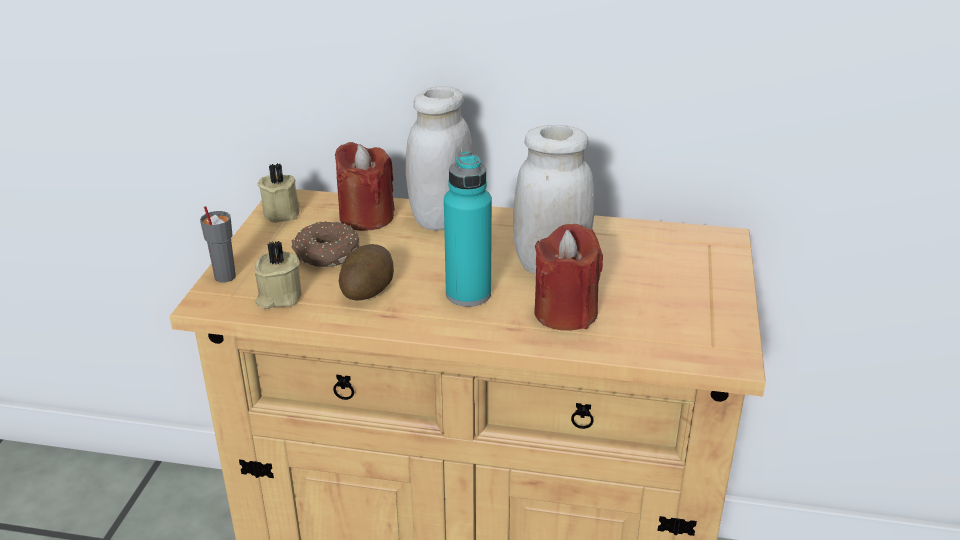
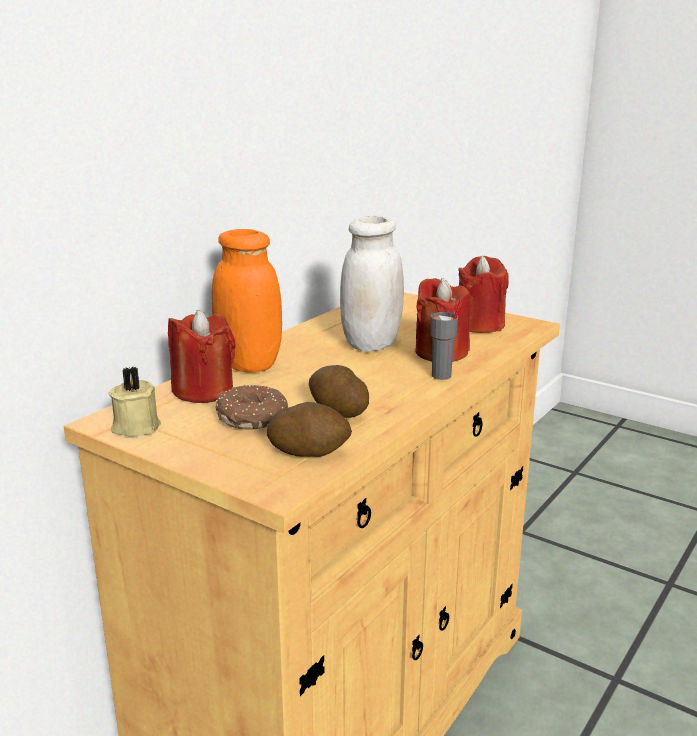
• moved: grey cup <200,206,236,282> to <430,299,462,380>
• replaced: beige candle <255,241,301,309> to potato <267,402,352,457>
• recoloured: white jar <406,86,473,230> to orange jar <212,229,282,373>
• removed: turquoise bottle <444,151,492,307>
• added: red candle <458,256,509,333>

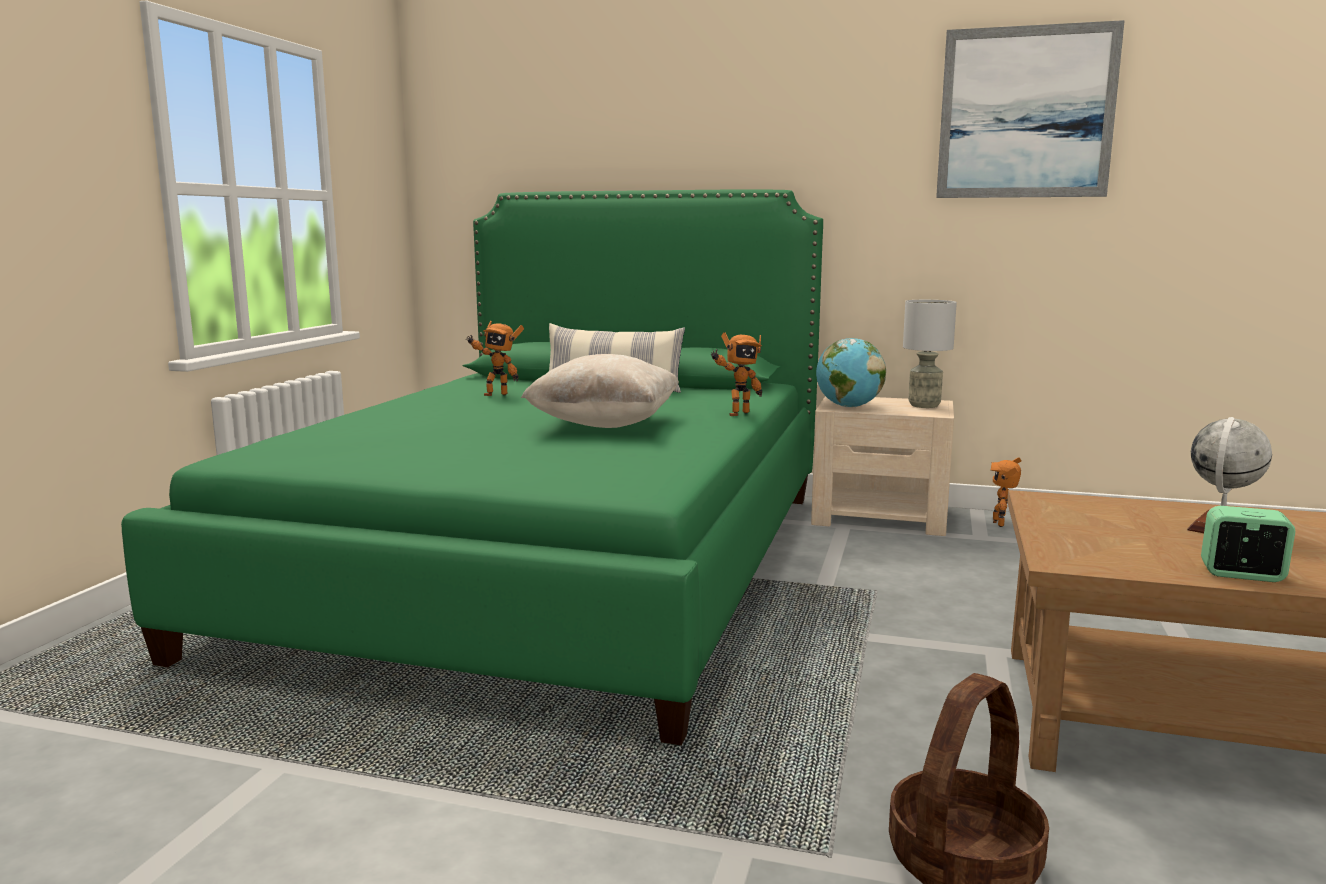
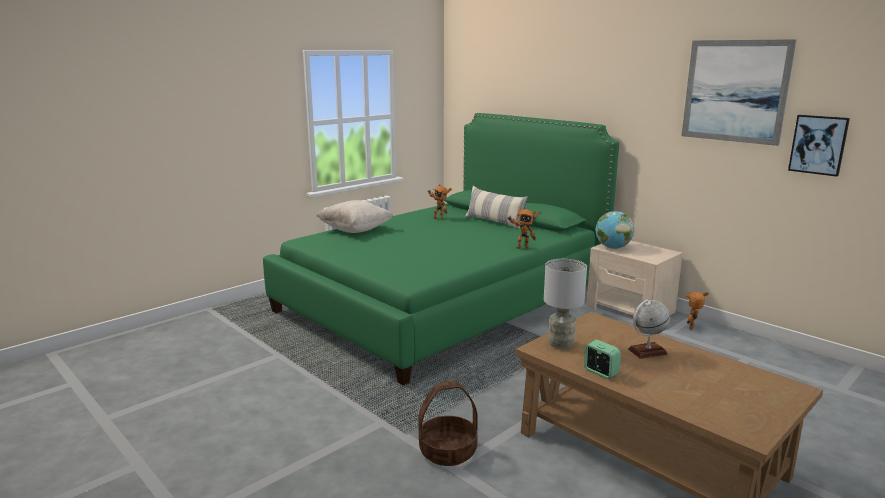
• moved: beige pillow <521,354,679,428> to <316,200,393,233>
• moved: grey table lamp <903,300,957,408> to <544,259,587,349>
• added: picture <788,115,850,177>

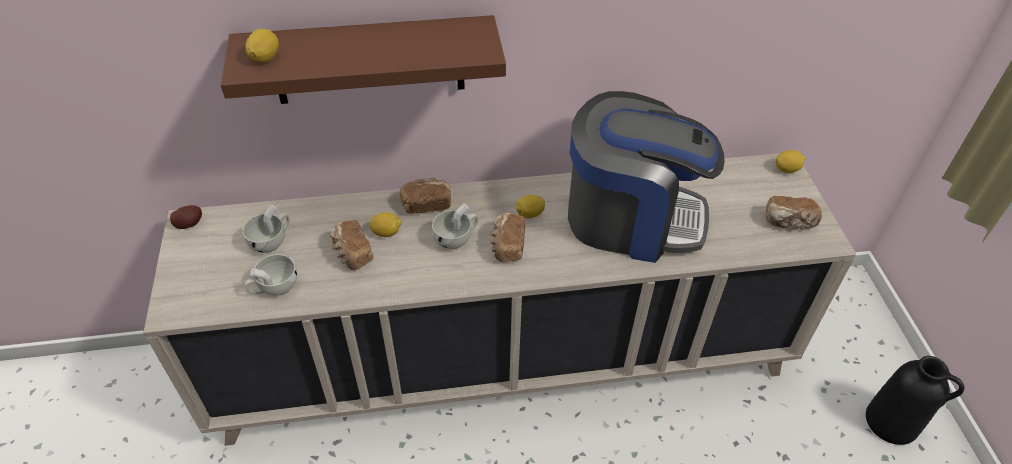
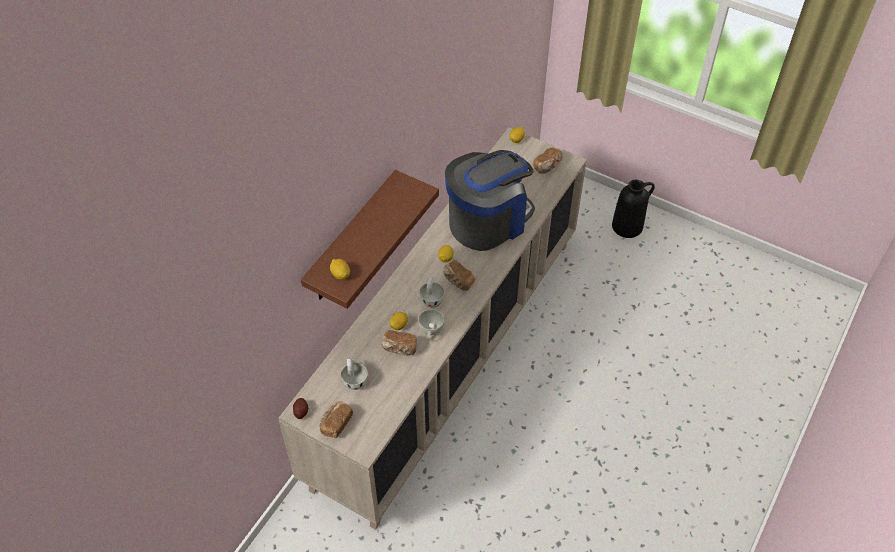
• moved: white cup <244,254,297,296> to <418,309,444,341>
• moved: bread <400,177,451,214> to <319,401,353,438>

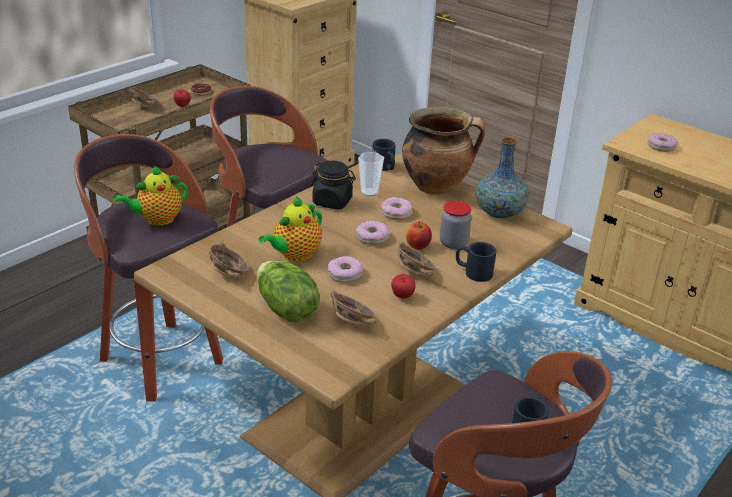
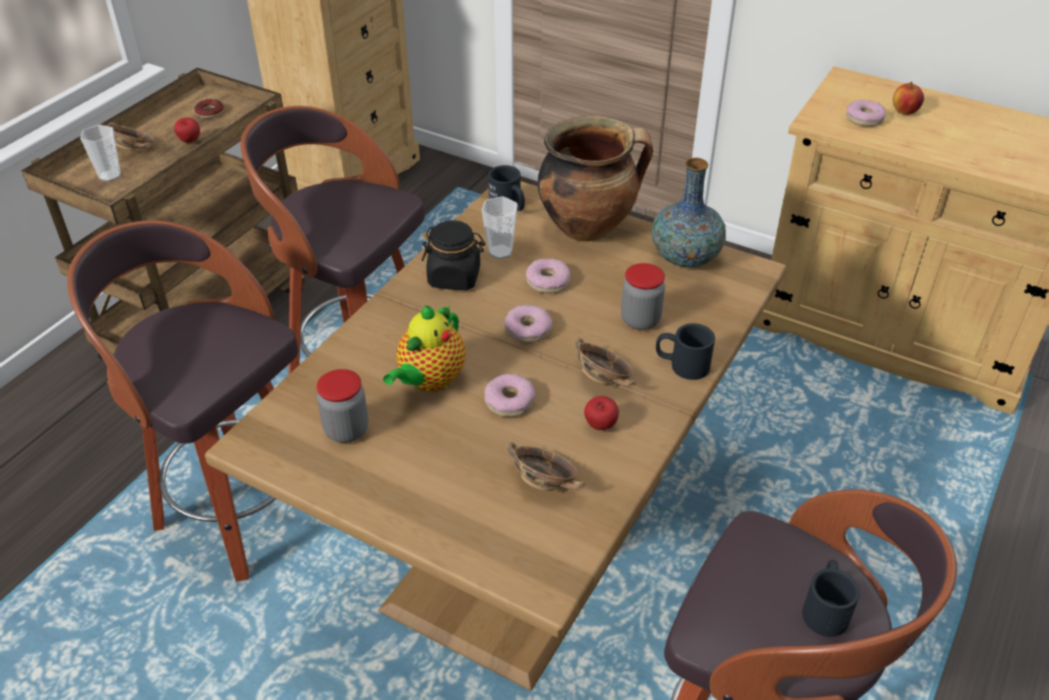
• removed: teapot <113,165,188,226>
• replaced: bowl <209,243,249,278> to jar <317,369,368,443>
• removed: lettuce <257,261,319,322>
• moved: apple <406,221,432,250> to <893,82,924,115>
• added: cup <80,125,121,182>

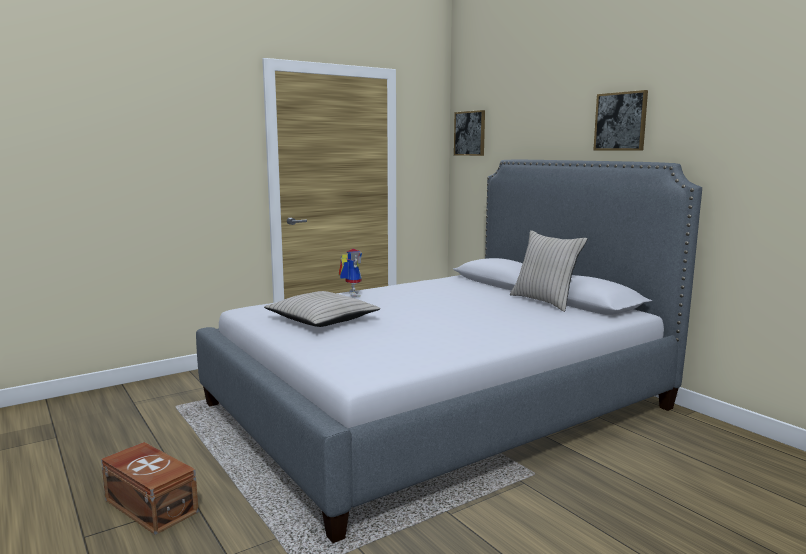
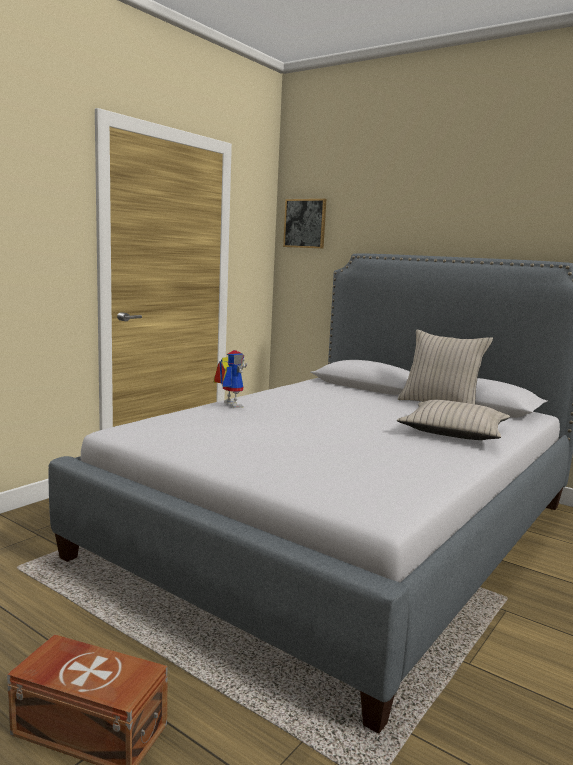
• moved: beige pillow <264,291,380,327> to <397,400,510,440>
• removed: picture <594,90,648,151>

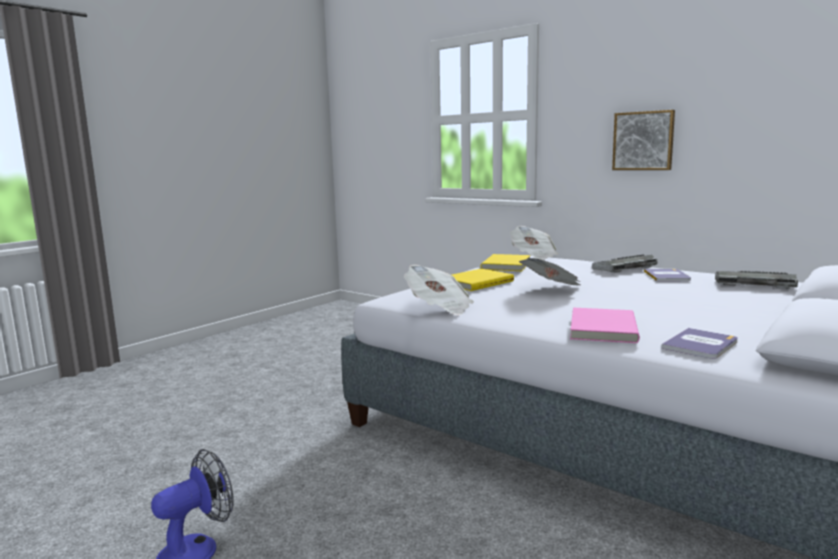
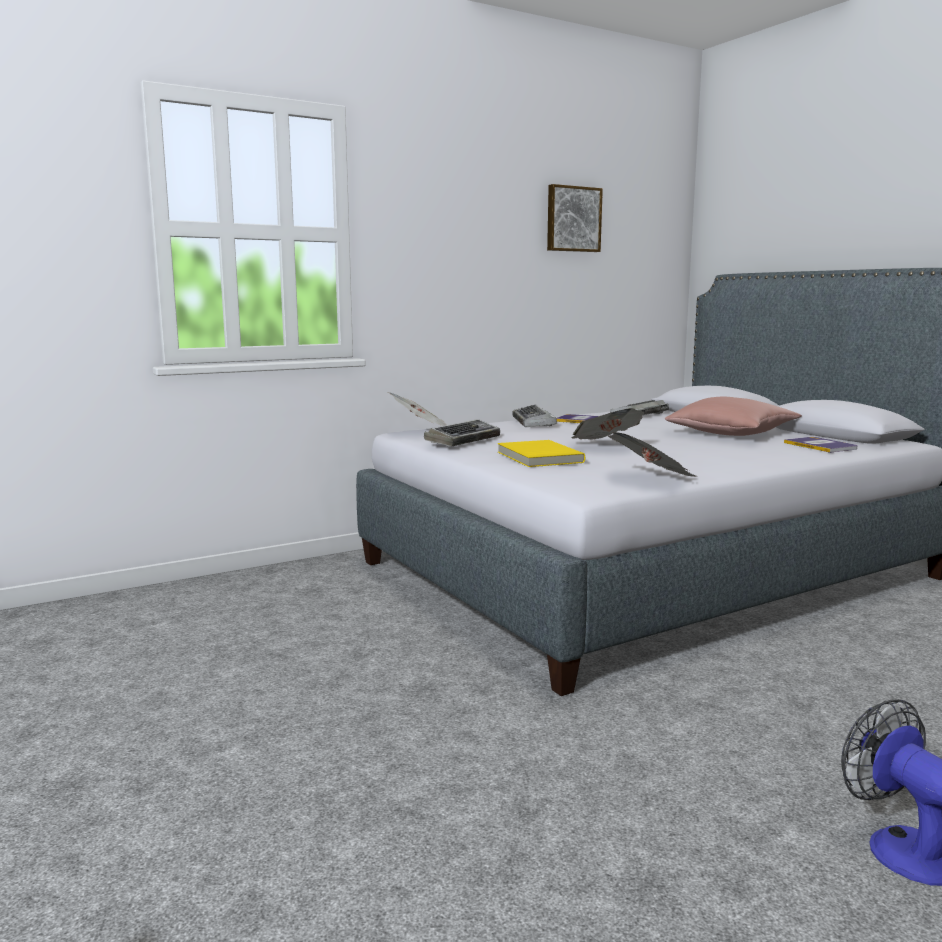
• replaced: yellow book <481,254,530,271> to keyboard <424,419,500,446>
• removed: pink book <570,308,640,343>
• moved: picture <612,110,675,170> to <547,184,603,252>
• added: pink pillow <665,397,802,436>

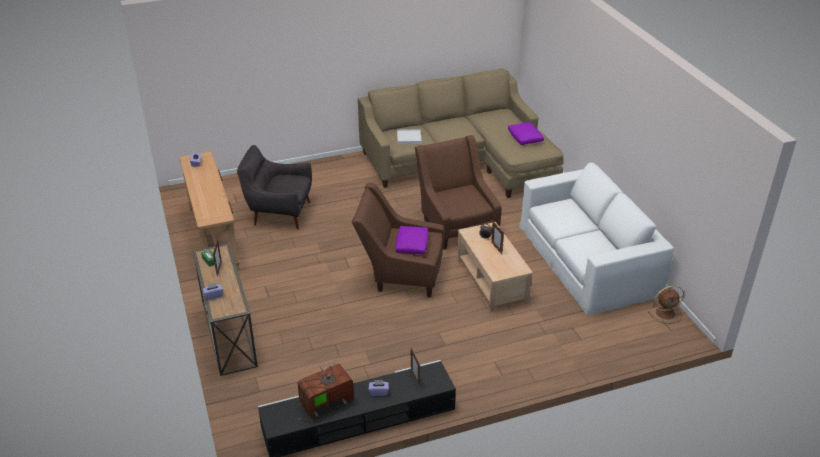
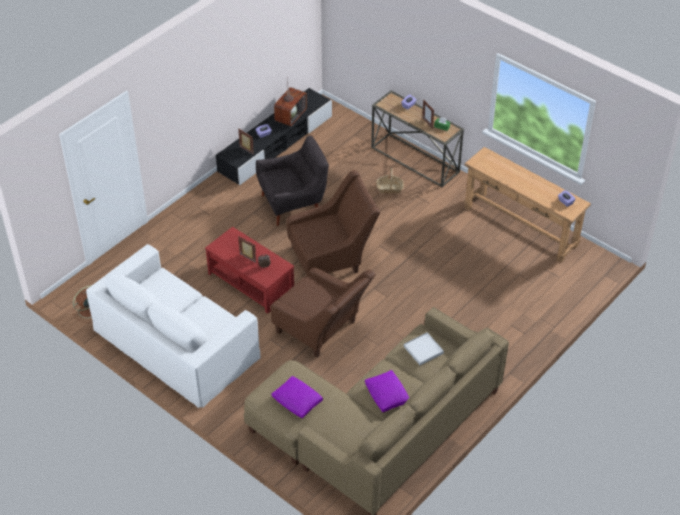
• moved: grey armchair <237,145,312,229> to <256,136,329,226>
• moved: purple pillow <396,226,428,254> to <365,370,409,412>
• recoloured: beige coffee table <457,222,533,312> to red coffee table <205,227,294,314>
• added: basket <376,168,404,194>

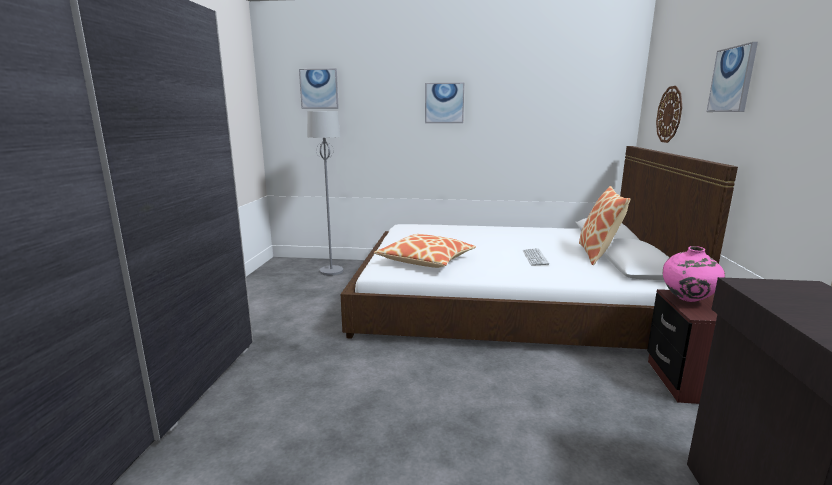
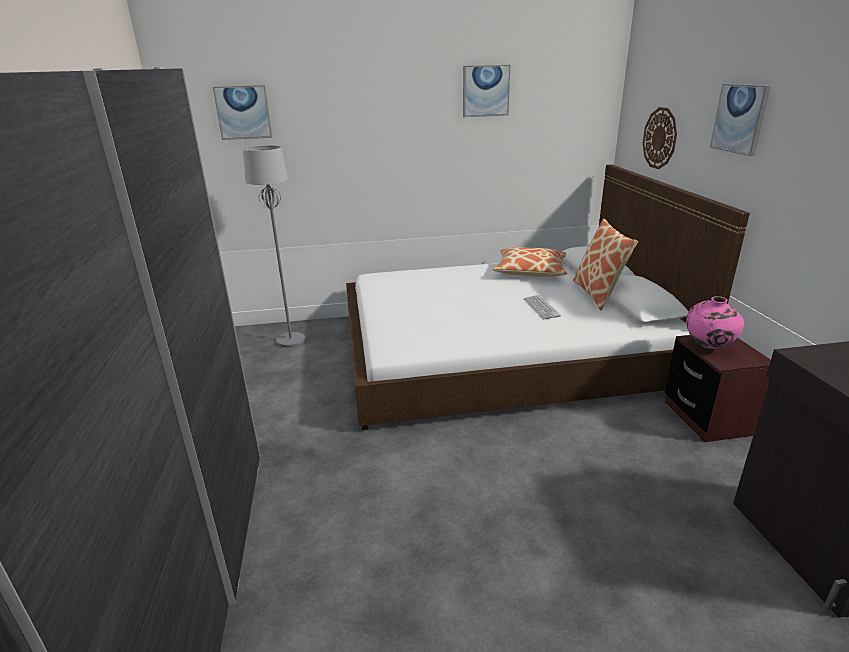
• moved: pillow <374,234,476,268> to <493,247,567,277>
• moved: picture <425,83,464,123> to <463,65,510,117>

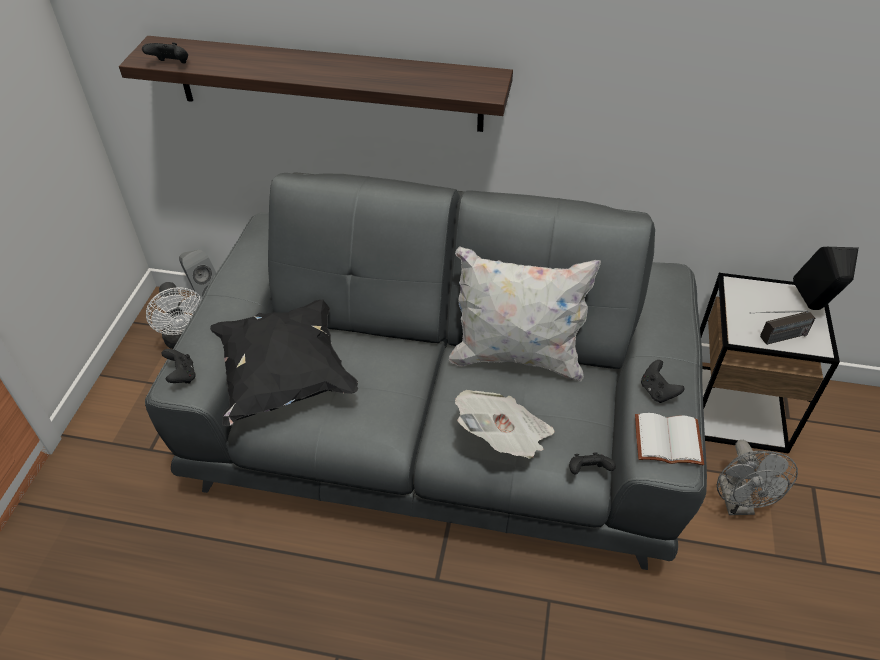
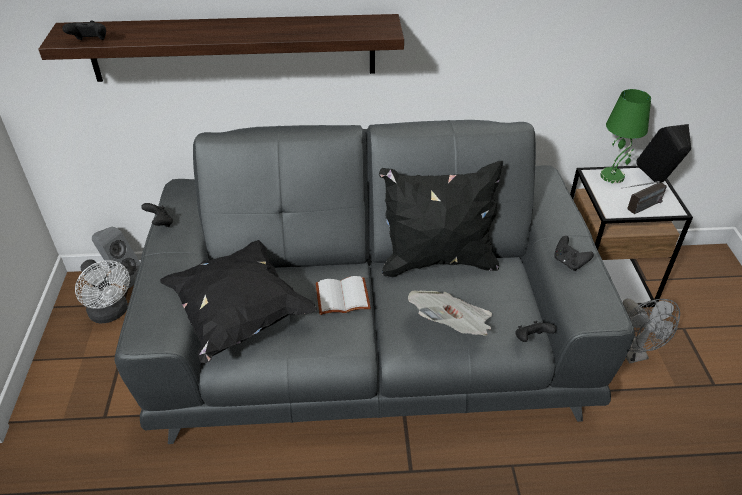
• moved: black game controller <161,349,196,384> to <141,203,173,227>
• recoloured: white pillow <449,246,601,381> to black pillow <379,161,503,277>
• moved: white book <635,413,704,465> to <316,276,371,315>
• added: green table lamp <600,89,651,184>

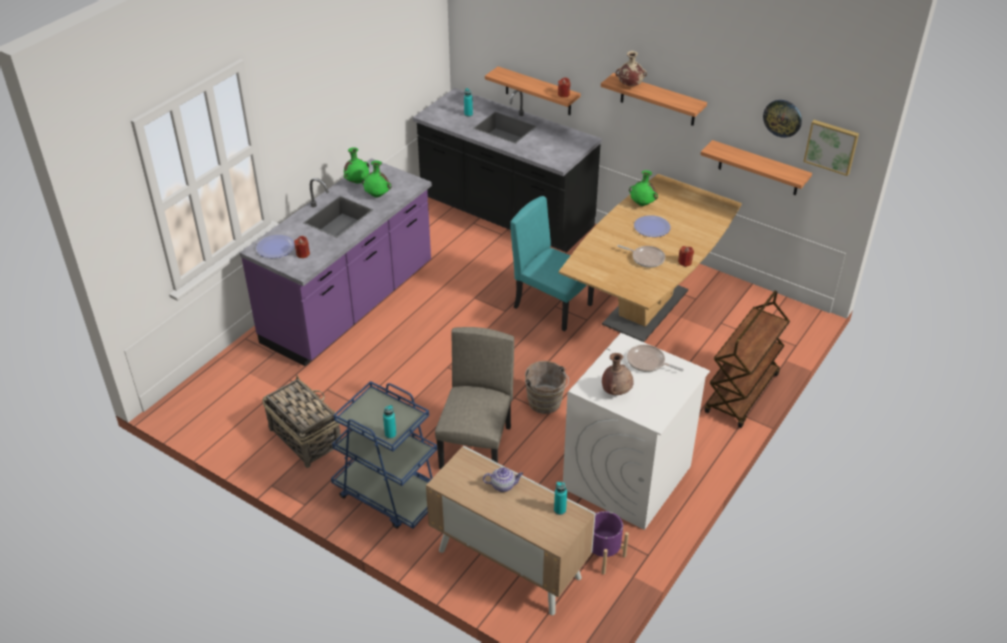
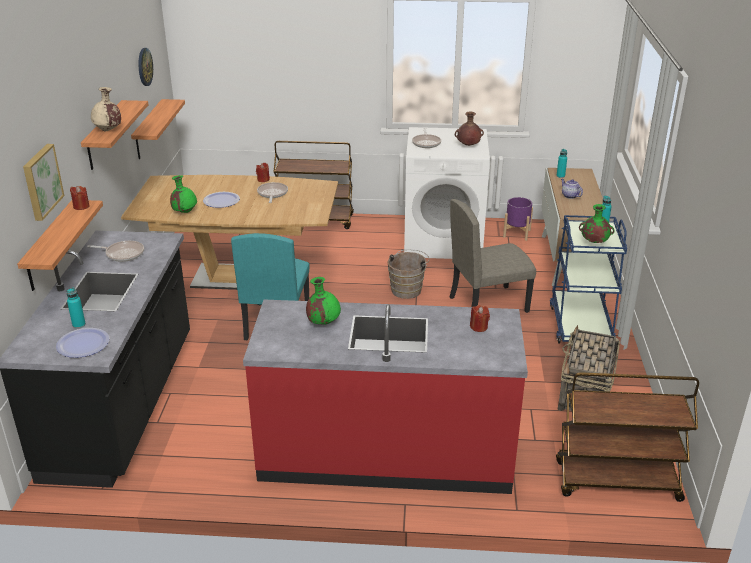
• recoloured: purple counter <240,158,432,366> to red counter <243,299,528,494>
• moved: plate <256,235,295,258> to <56,328,110,358>
• moved: green vase <344,147,369,184> to <579,204,615,243>
• moved: picture <803,120,859,176> to <23,144,65,221>
• added: frying pan <87,241,144,262>
• added: brown cart <556,372,699,502>

